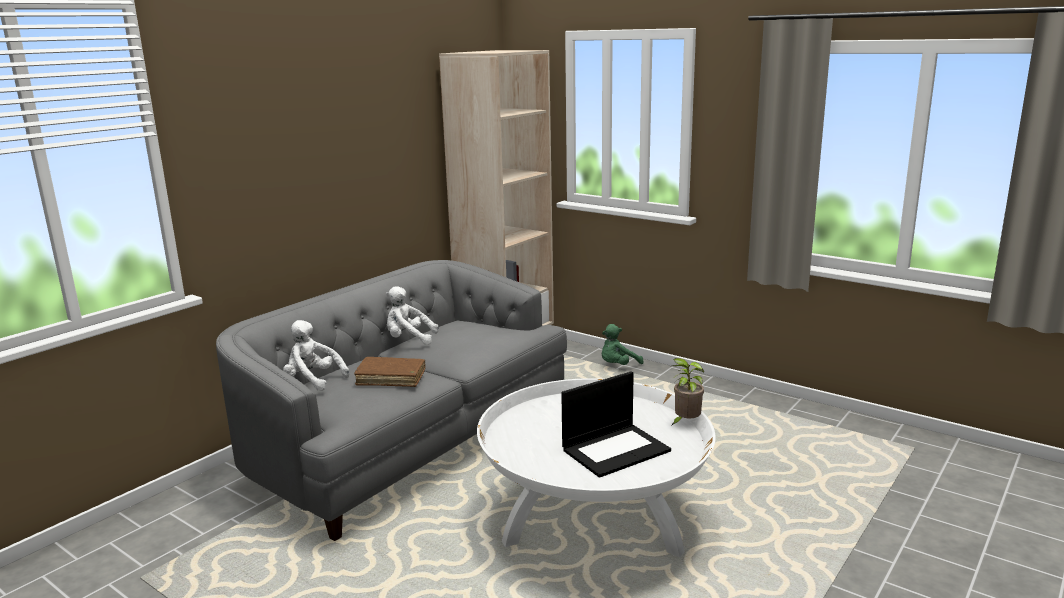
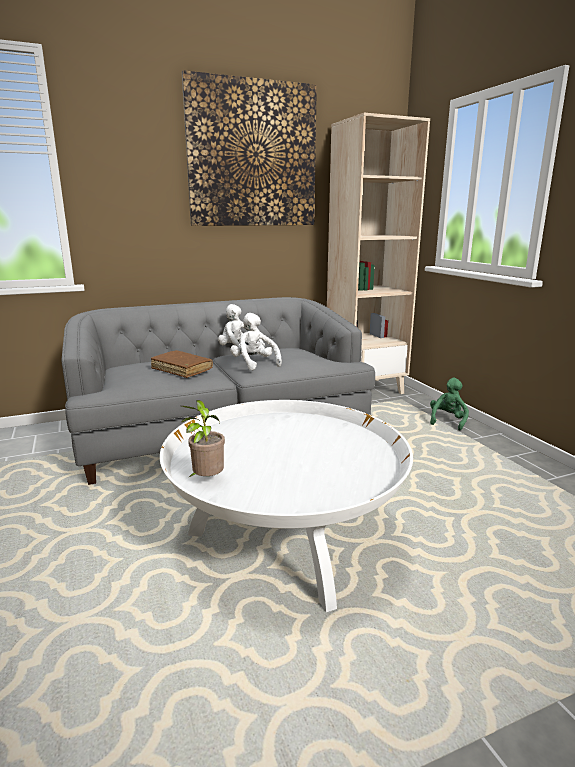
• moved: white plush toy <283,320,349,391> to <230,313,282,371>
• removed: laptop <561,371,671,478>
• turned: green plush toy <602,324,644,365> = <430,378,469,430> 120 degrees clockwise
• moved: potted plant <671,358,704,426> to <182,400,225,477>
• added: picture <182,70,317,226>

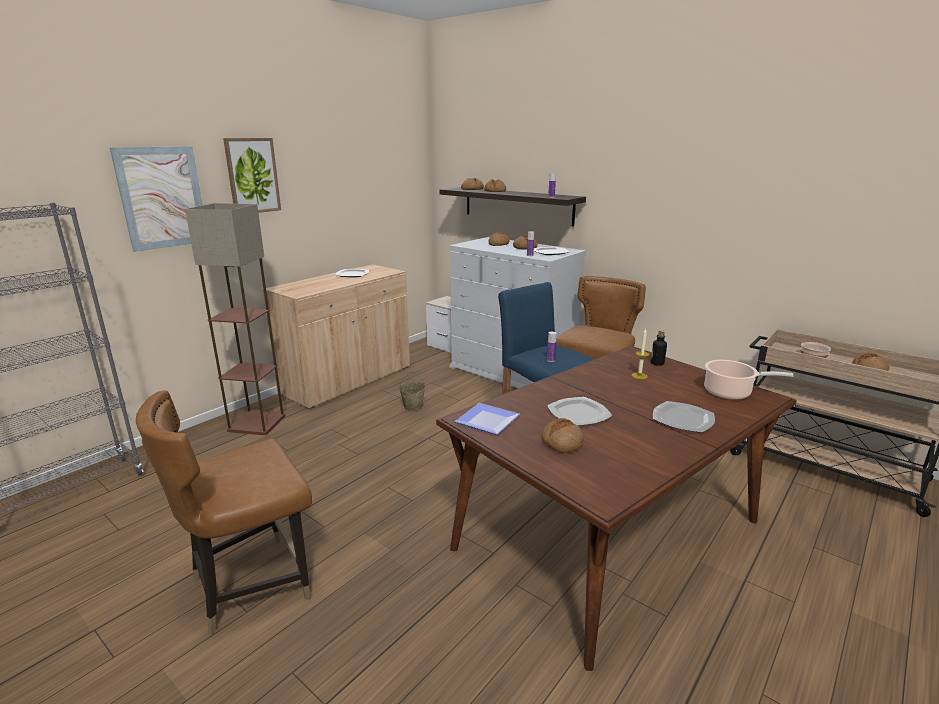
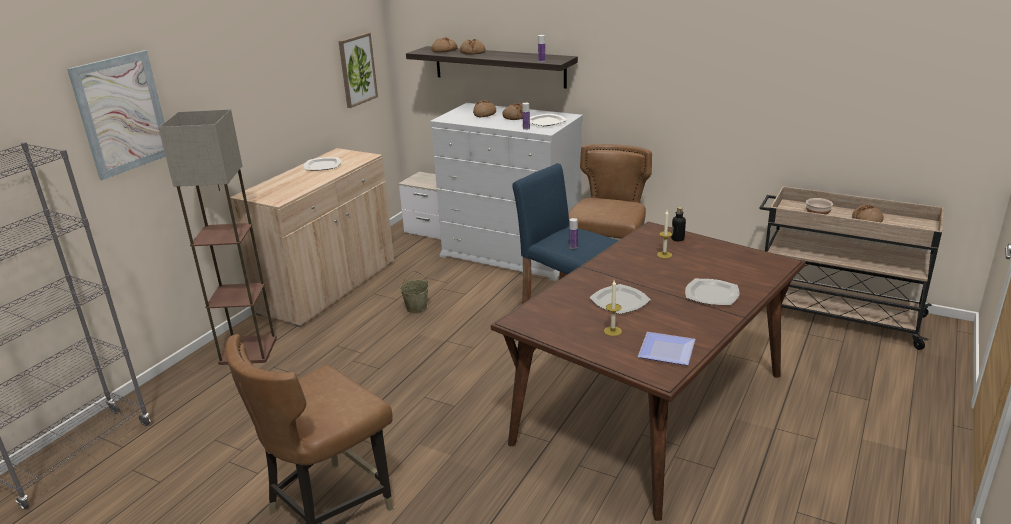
• moved: picture <223,138,281,213> to <338,33,378,108>
• moved: plate <455,403,520,435> to <638,332,695,365>
• replaced: bread <541,418,584,453> to candle <604,280,622,336>
• removed: cooking pot <704,360,794,400>

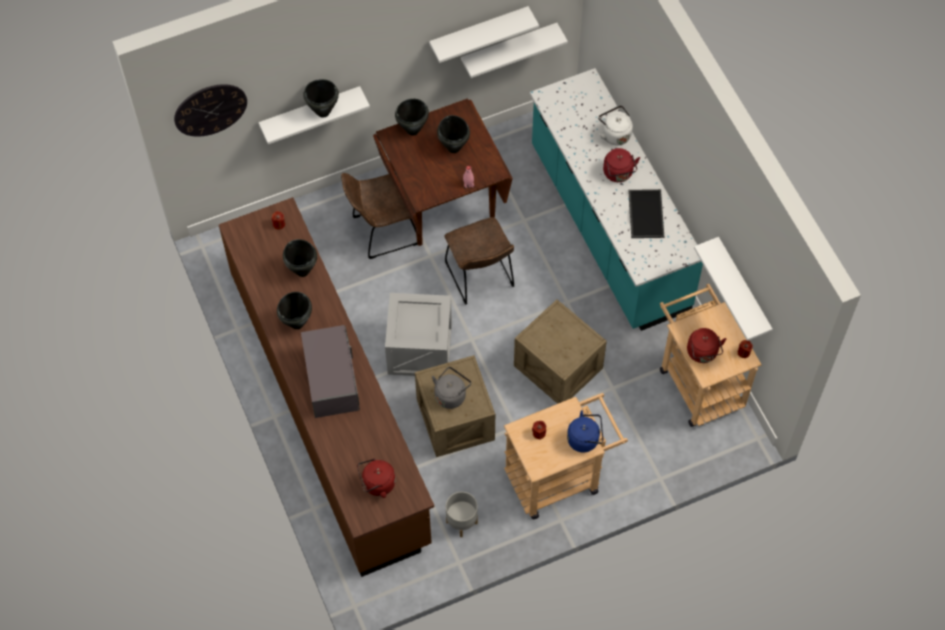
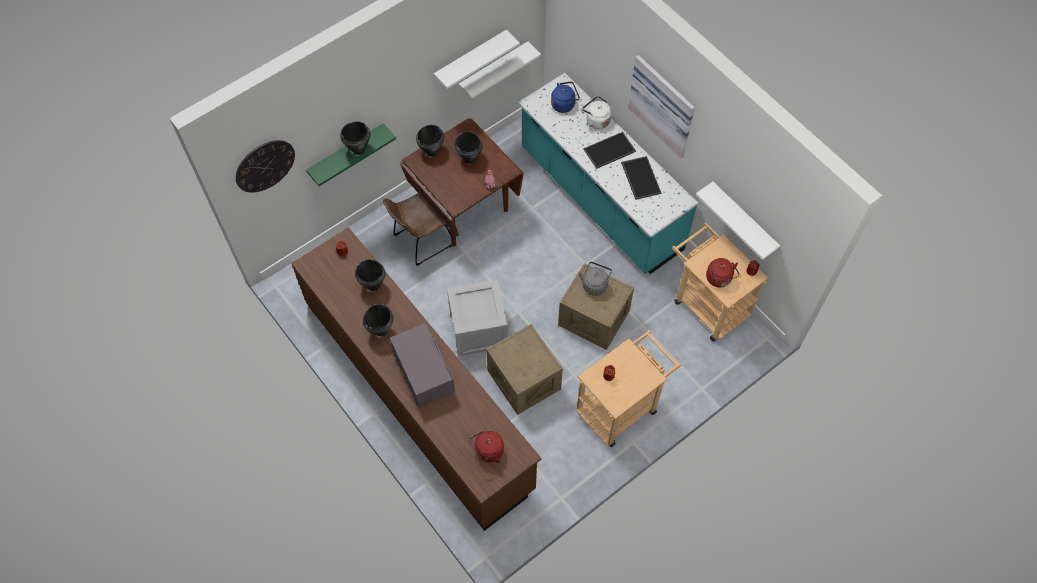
• recoloured: white shelf <259,86,370,144> to green shelf <306,123,396,186>
• moved: grey kettle <432,367,471,409> to <579,262,612,296>
• removed: brown chair <444,217,514,305>
• removed: grey planter <446,492,478,537>
• moved: blue kettle <567,410,603,453> to <551,82,580,113>
• replaced: red kettle <603,148,640,182> to tray <583,132,636,169>
• added: picture <628,55,695,158>

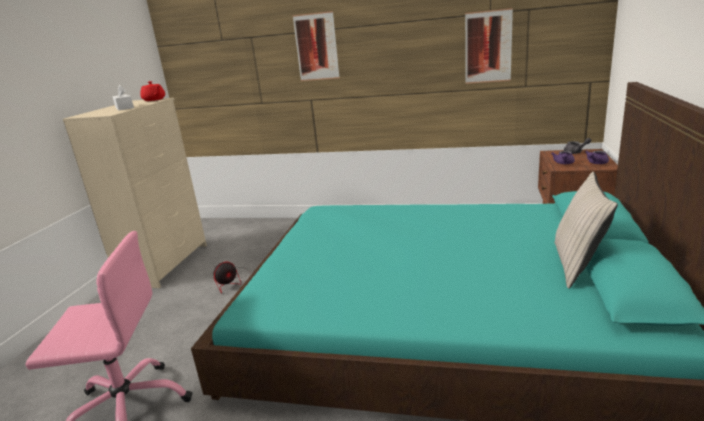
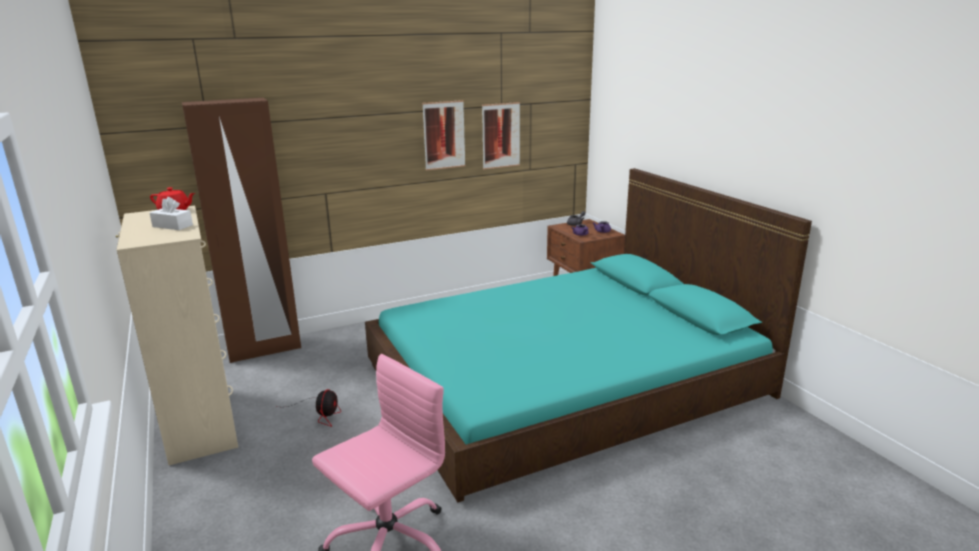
• moved: picture <292,11,340,81> to <422,100,465,171>
• removed: beige pillow <554,172,618,289>
• added: brown wardrobe <182,98,301,363>

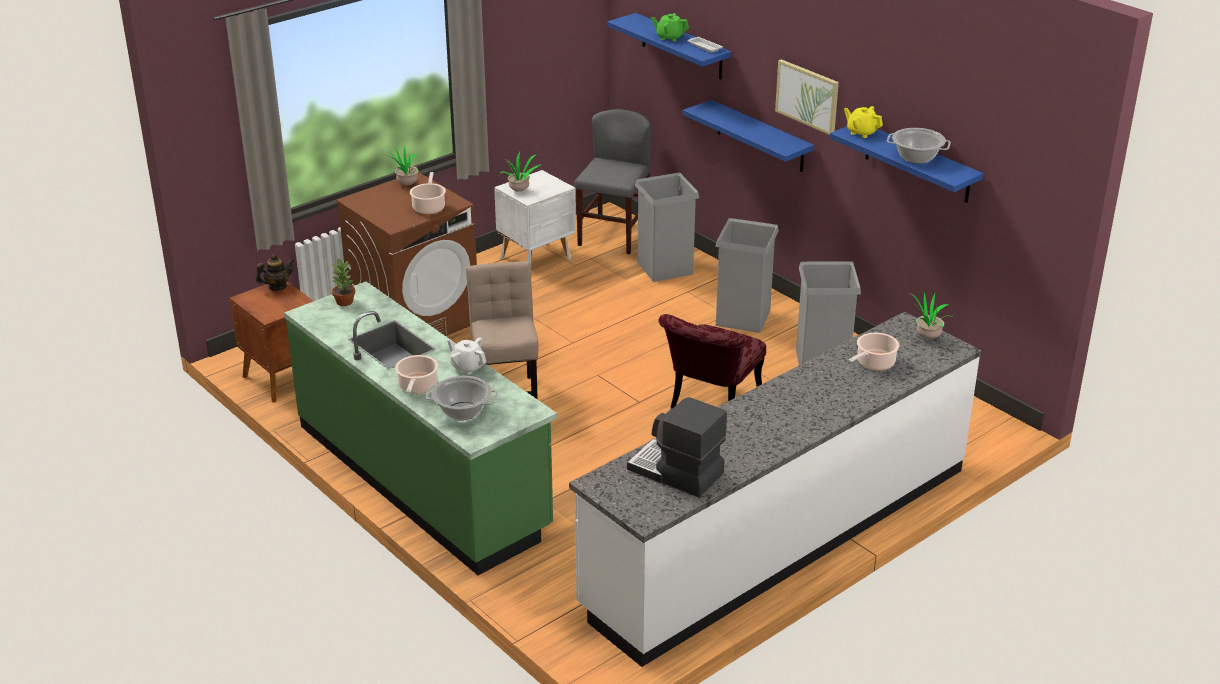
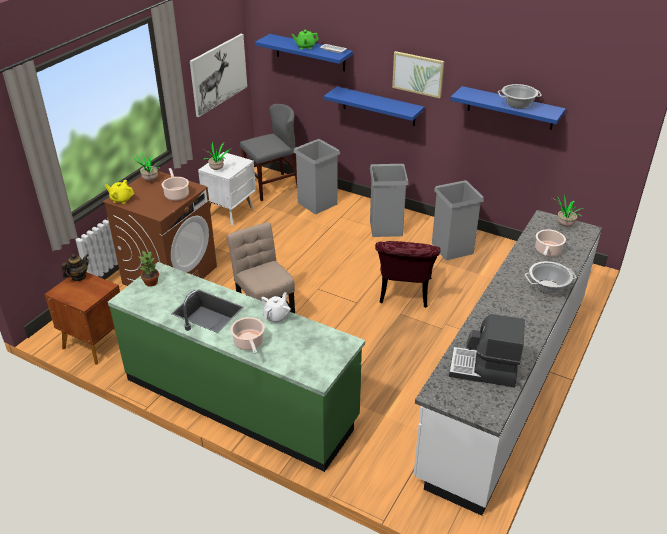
• moved: cooking pot <426,376,498,421> to <525,261,577,294>
• turned: white teapot <447,338,486,375> = <261,292,291,324> 105 degrees clockwise
• turned: grey chair <574,109,651,254> = <240,104,297,201> 60 degrees clockwise
• moved: yellow teapot <844,106,883,138> to <105,180,134,204>
• added: picture <190,34,247,117>

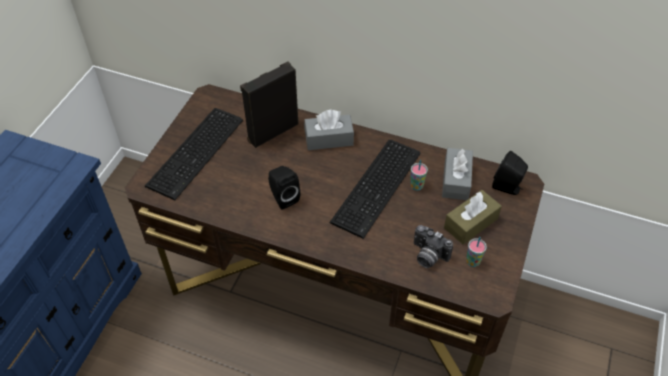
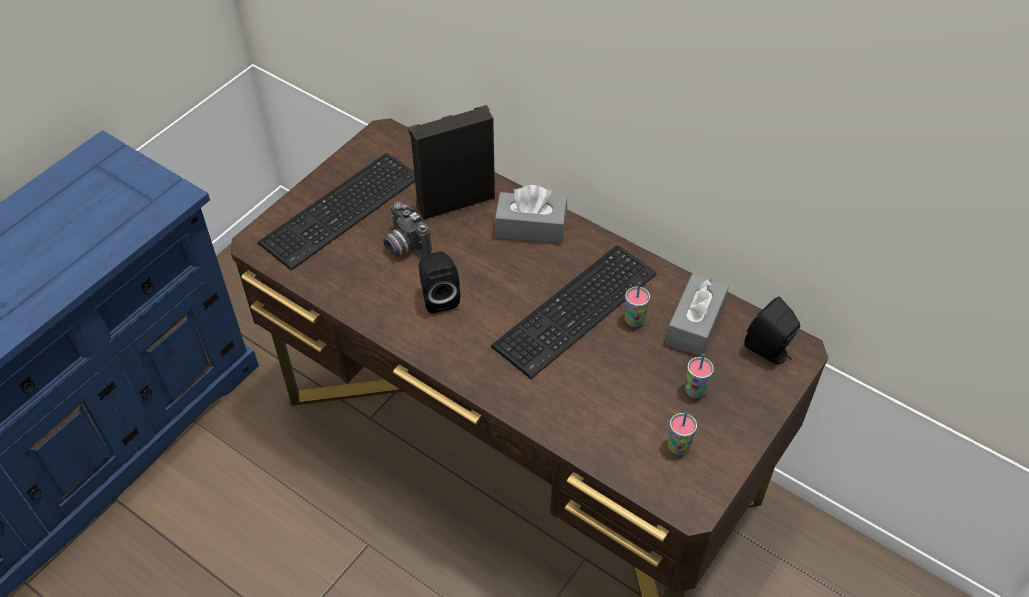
• moved: photo camera <414,225,453,268> to <383,202,432,257>
• replaced: brown tissue box <444,190,502,245> to cup <685,354,714,399>

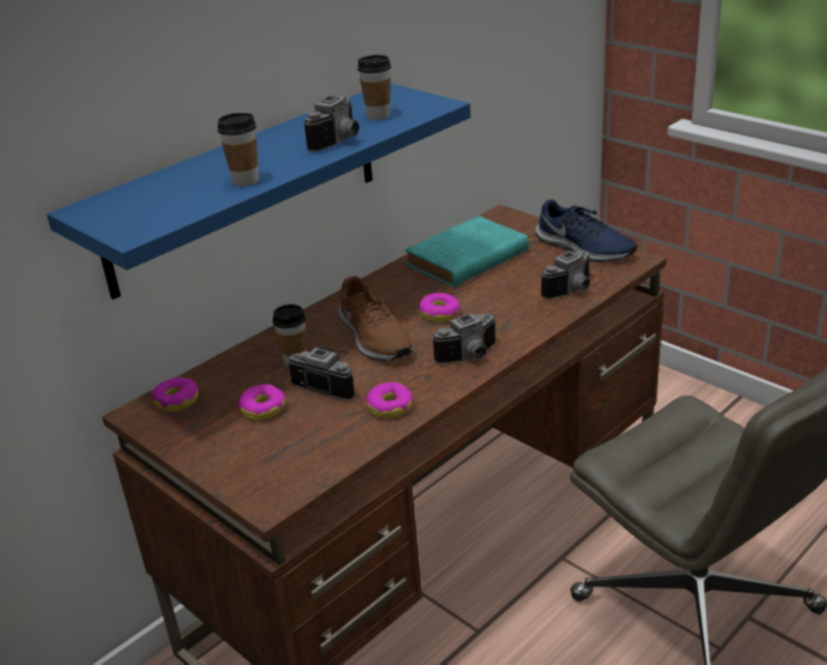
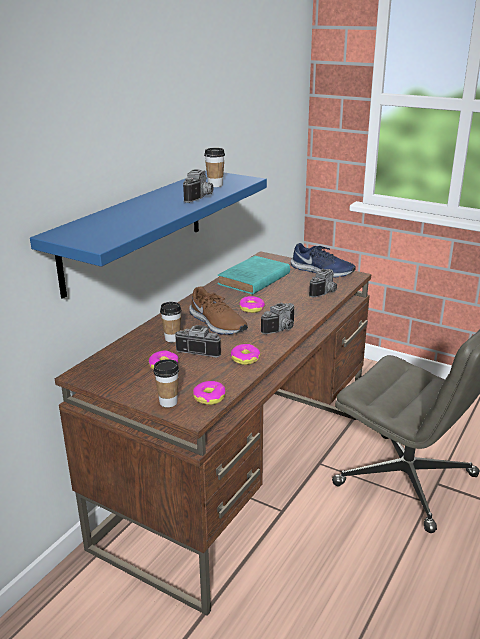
• moved: donut <151,378,198,412> to <193,381,226,405>
• moved: cup <217,113,259,186> to <153,360,179,407>

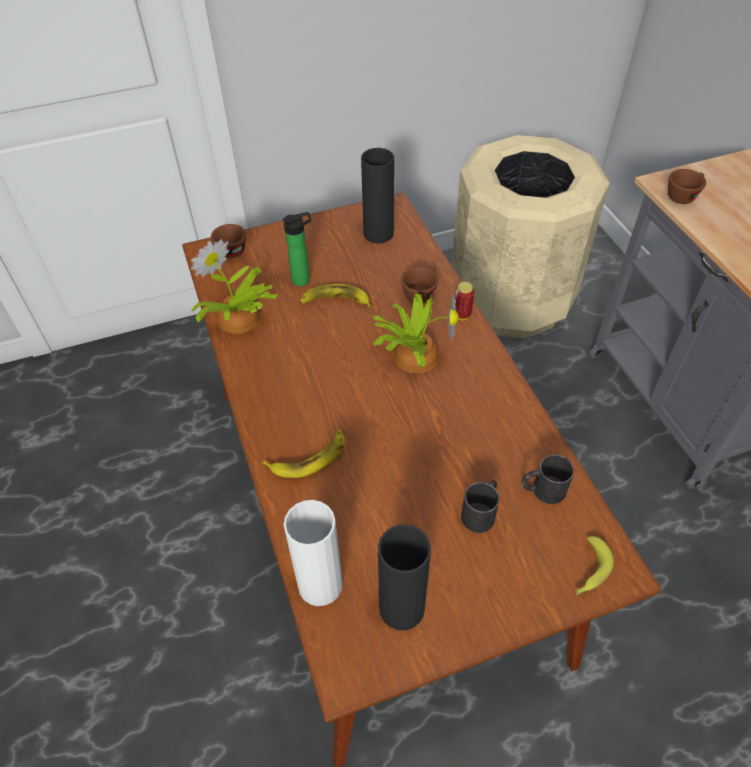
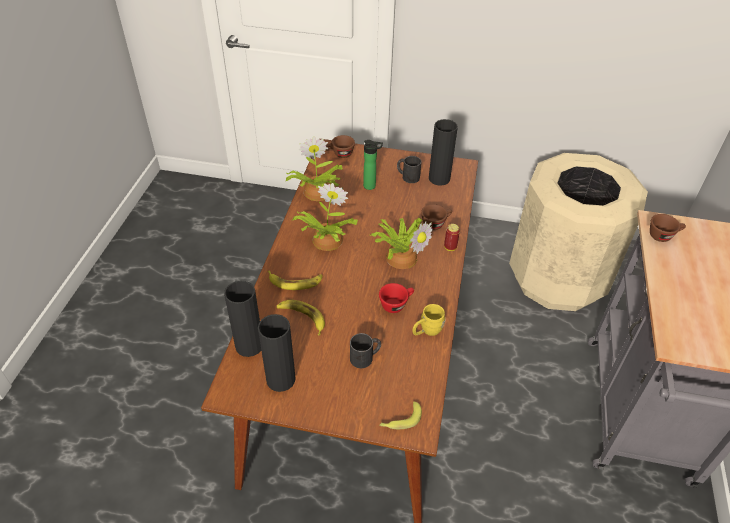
• recoloured: white vase <284,500,343,606> to black vase <224,281,261,357>
• moved: banana <300,284,372,308> to <276,300,325,336>
• moved: black mug <521,454,574,504> to <397,156,421,183>
• added: potted plant <292,183,357,251>
• added: red cup <379,283,414,313>
• added: yellow mug <412,304,446,336>

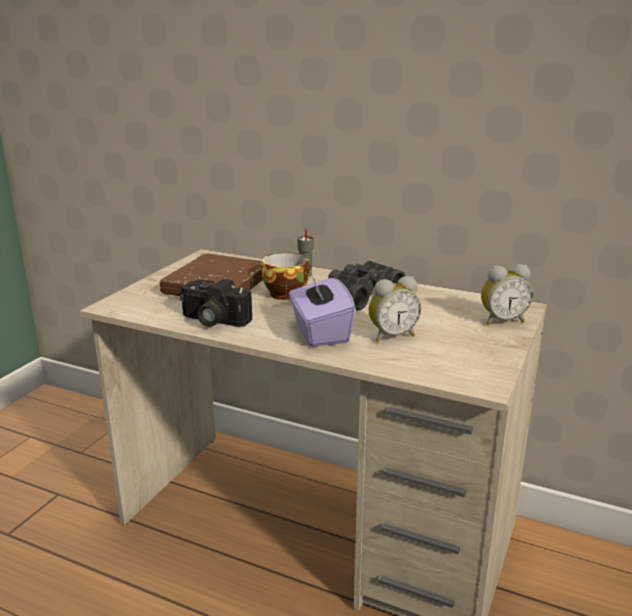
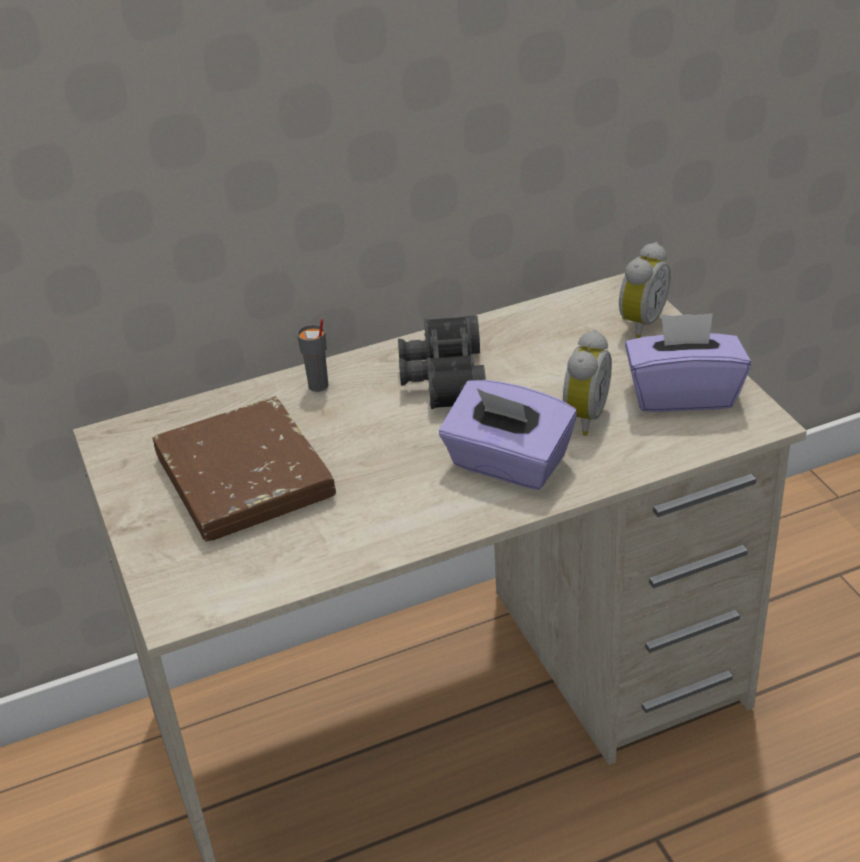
• removed: photo camera <180,279,252,327>
• removed: cup <262,252,311,300>
• added: purple tissue box <625,313,751,412>

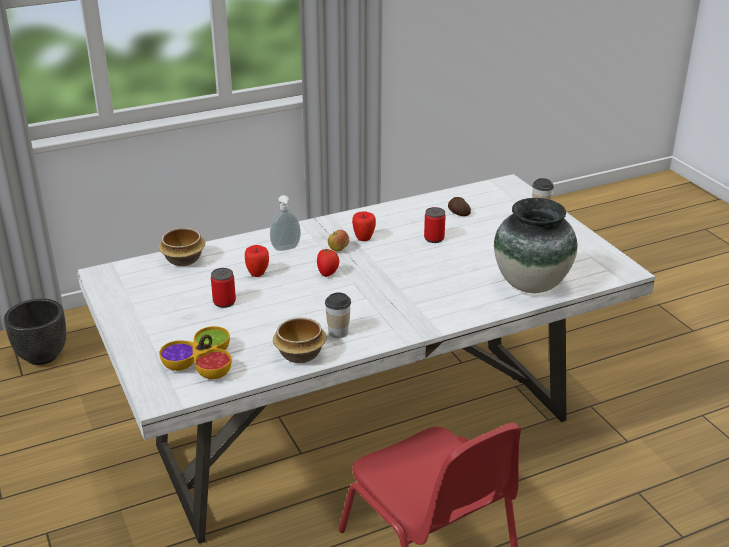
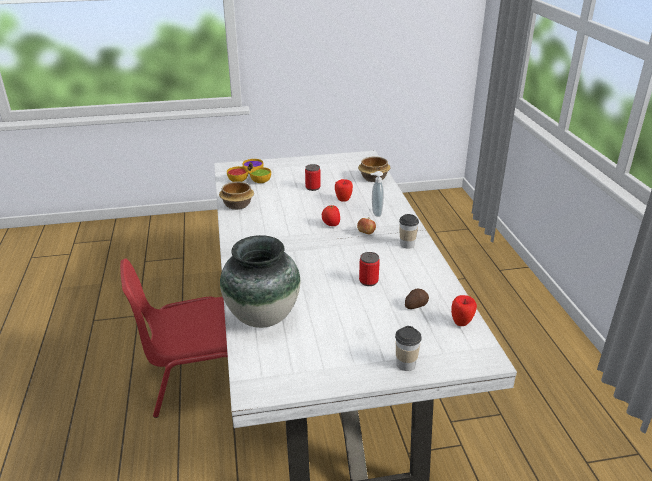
• removed: black planter <4,298,66,365>
• moved: cup <325,292,351,338> to <399,214,419,249>
• moved: apple <352,211,376,241> to <451,295,477,326>

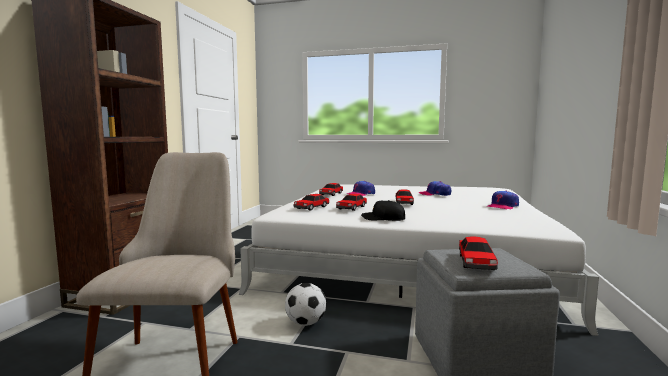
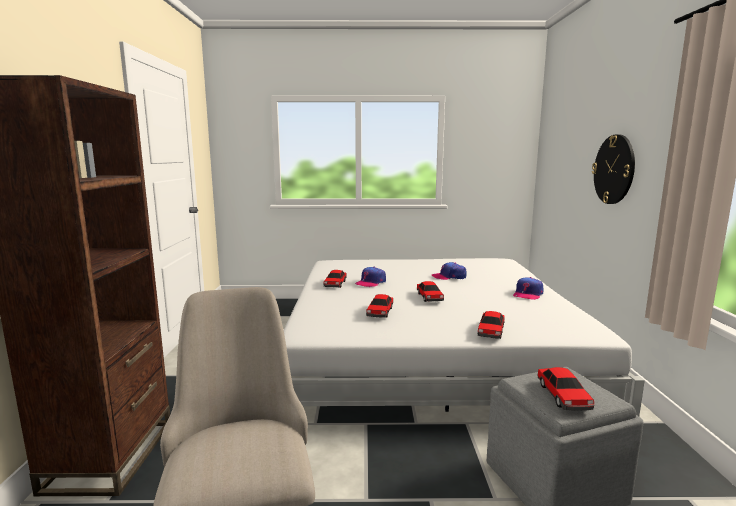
• removed: football <285,283,326,326>
• moved: toy car <294,194,329,210> to <478,311,505,339>
• removed: black cap <361,200,405,221>
• added: wall clock <592,134,635,204>

